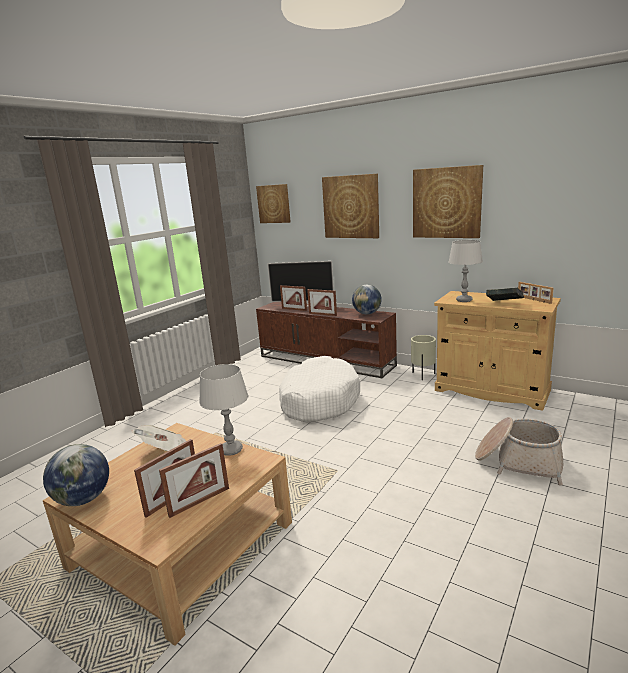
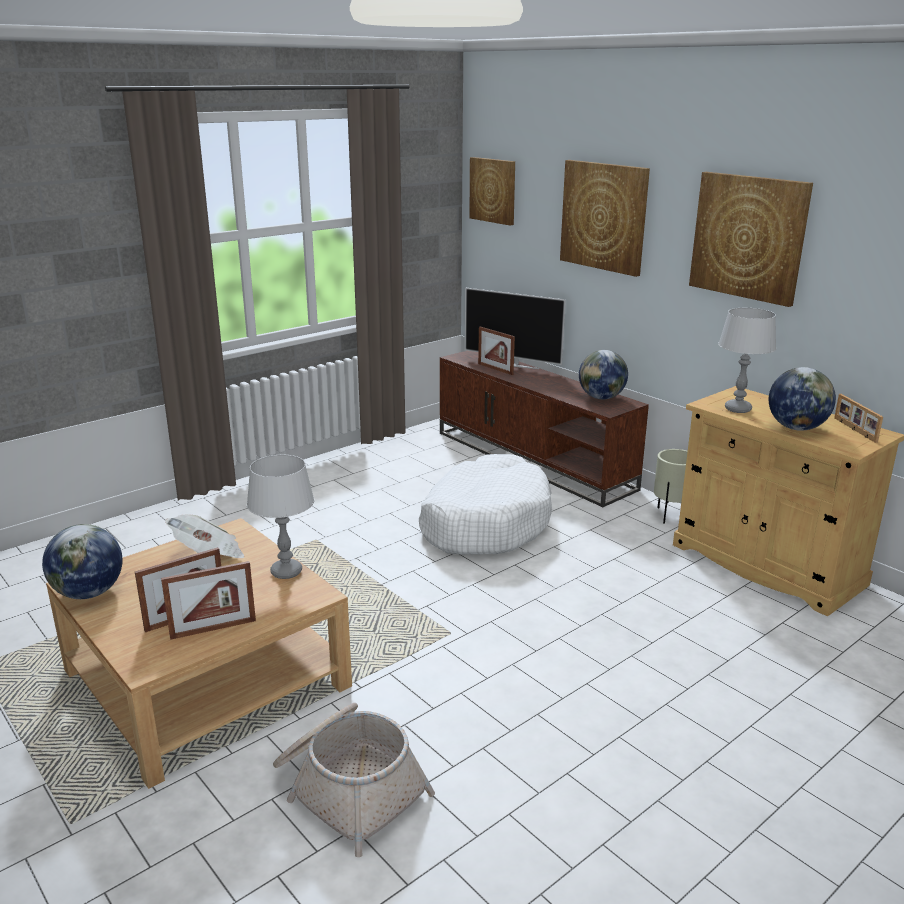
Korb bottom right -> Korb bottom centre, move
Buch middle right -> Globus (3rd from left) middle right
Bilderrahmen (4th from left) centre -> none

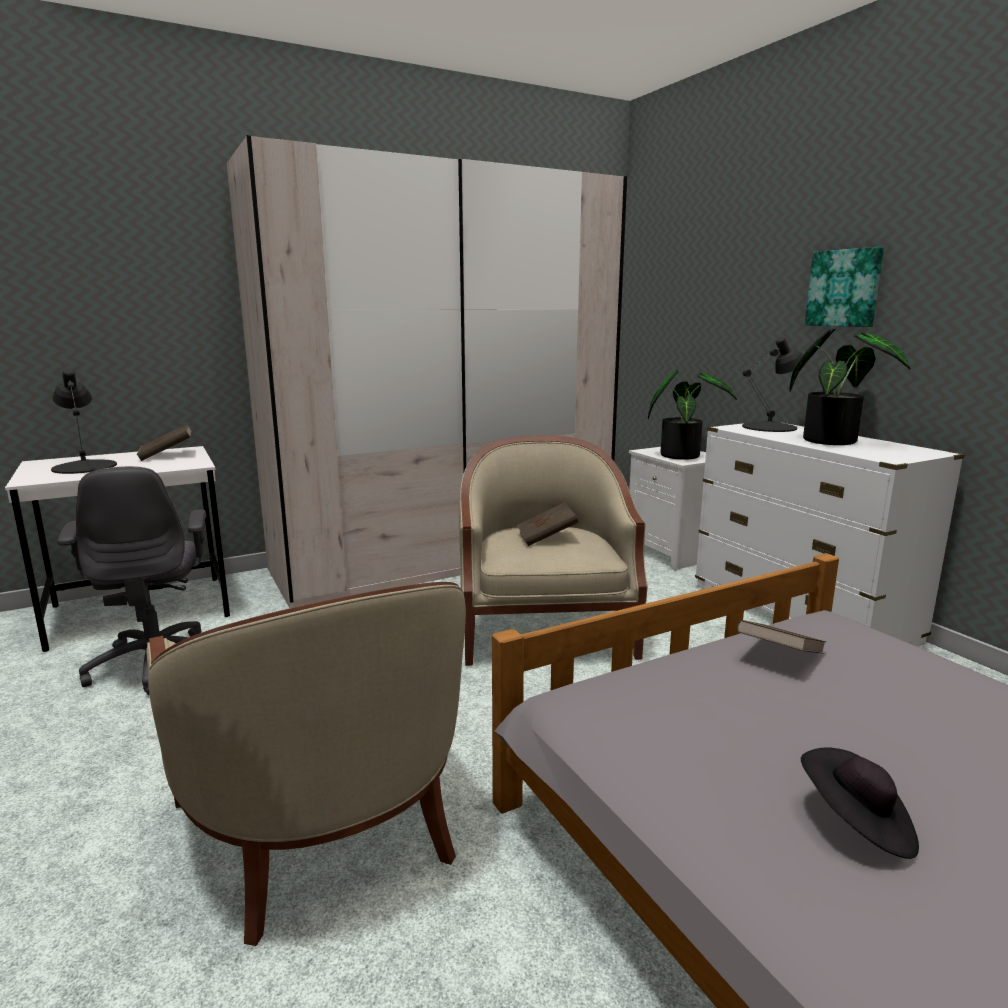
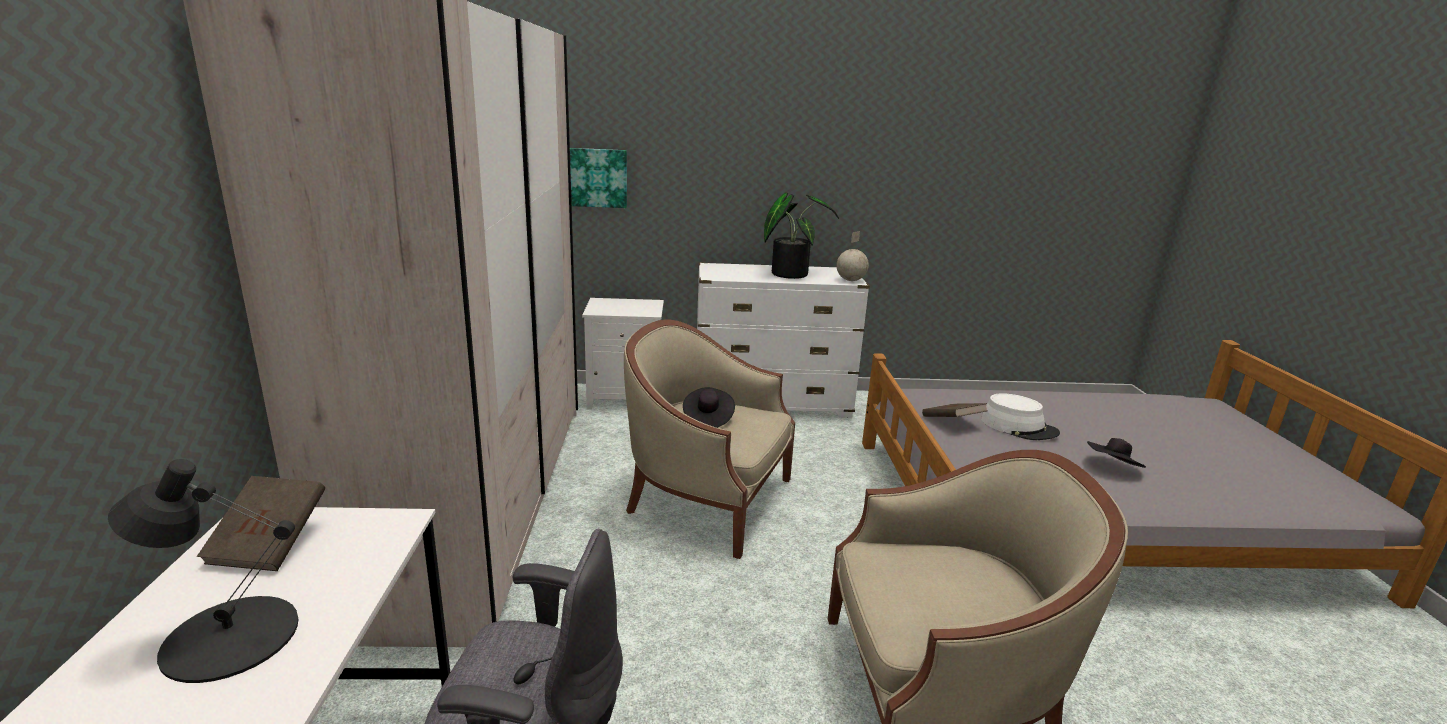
Bild top right -> Bild top centre, move
Buch/braun (2nd from left) centre -> Hut/schwarz (1st from left) centre
none -> Globus centre
none -> Hut/weiß middle right
Topfpflanze (1st from left) middle right -> none
Tischlampe/schwarz (2nd from left) middle right -> none

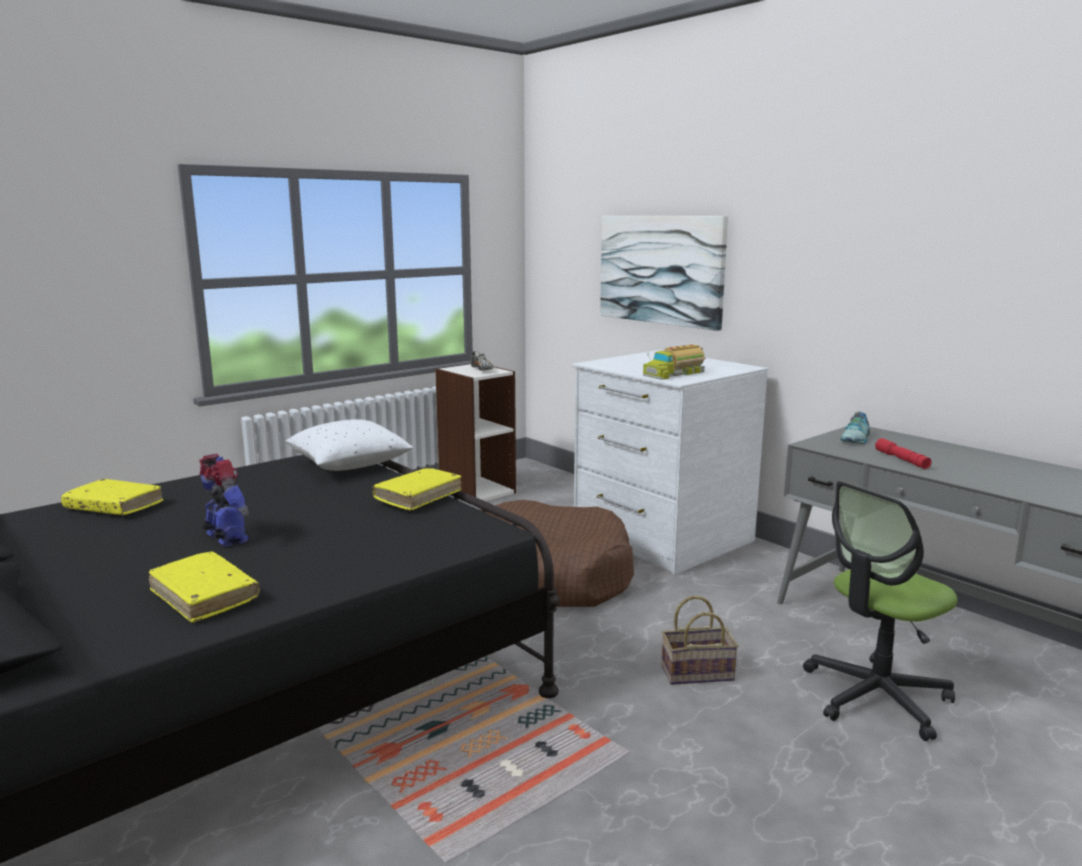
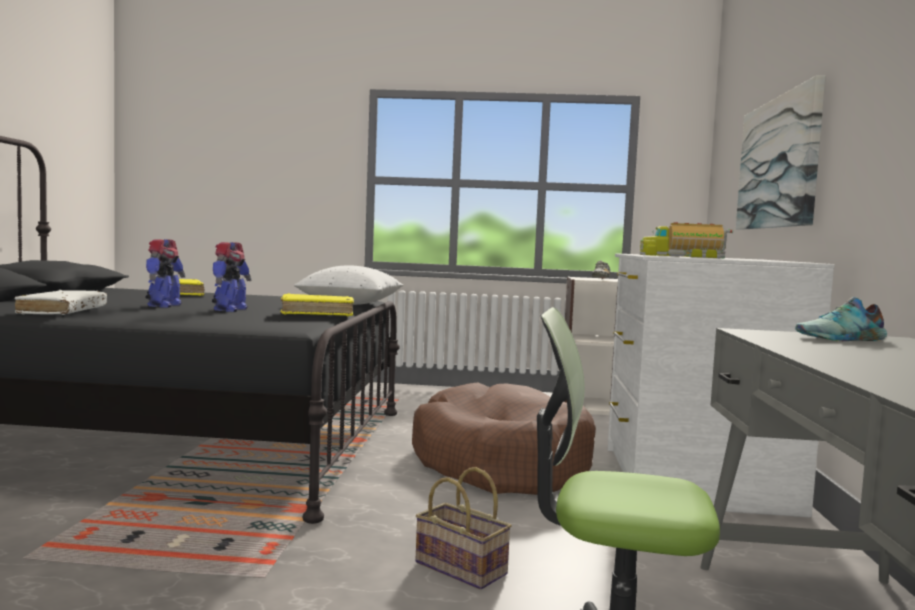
Buch/gelb (2nd from left) bottom left -> Buch/weiß middle left
none -> Spielzeugroboter (2nd from left) middle left
Taschenlampe/rot middle right -> none

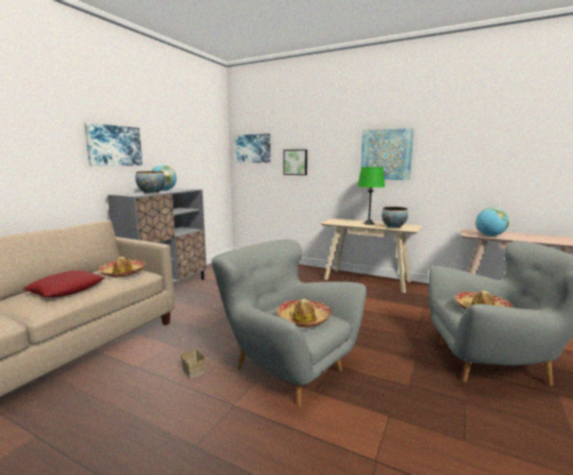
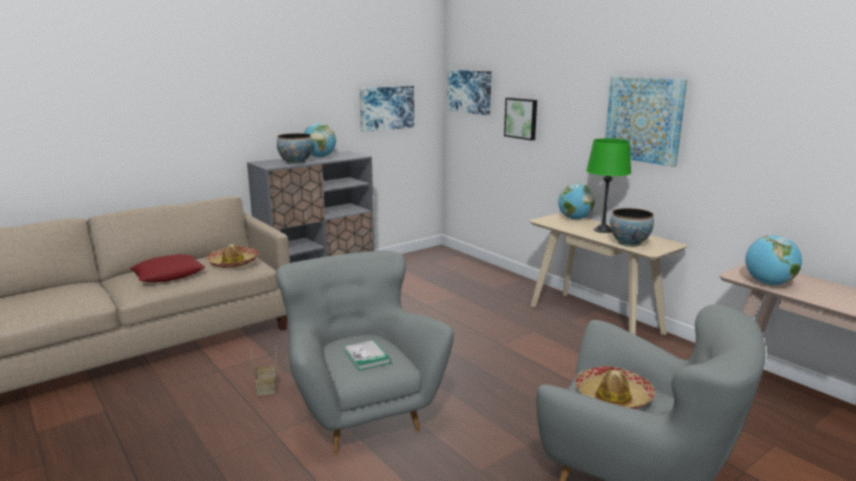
Hut (2nd from left) centre -> Buch bottom centre
Bild (1st from left) top left -> Bild (1st from left) top centre, move
none -> Globus (2nd from left) middle right

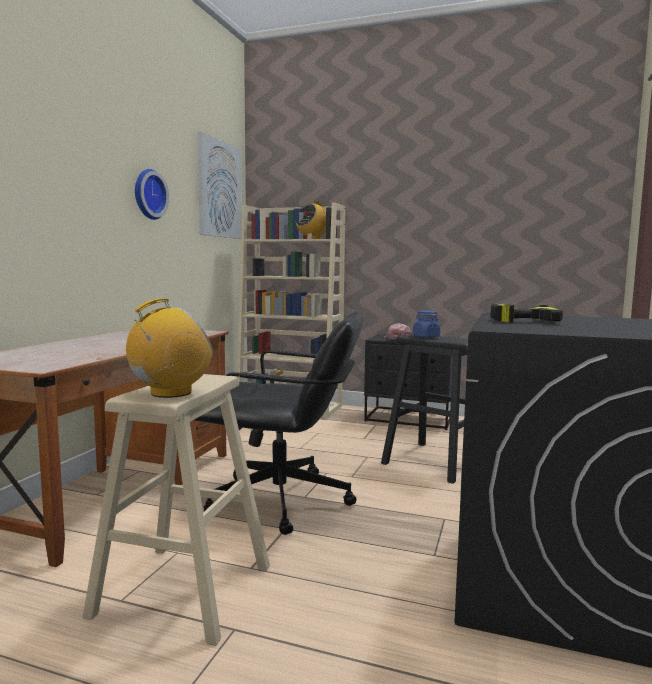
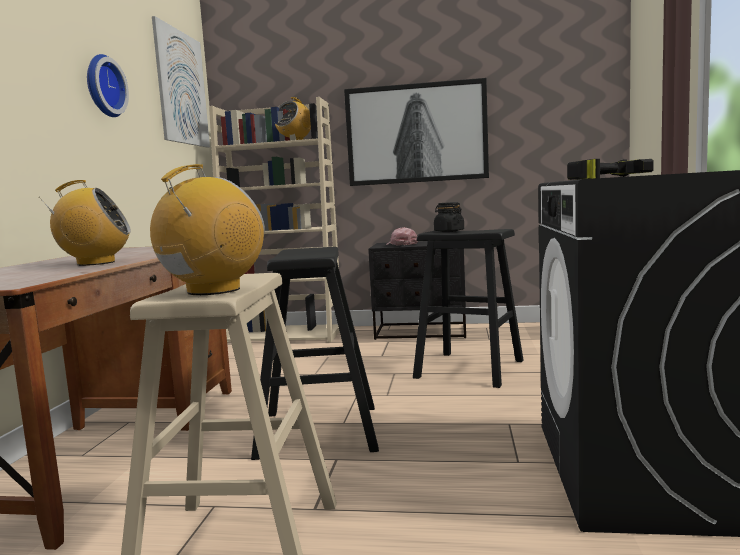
none -> Radio (1st from left) middle left
Bürostuhl/schwarz centre -> Hocker/schwarz (1st from left) centre
none -> Bild (2nd from left) top centre
Vorratsglas/blau centre -> Vorratsglas/schwarz centre

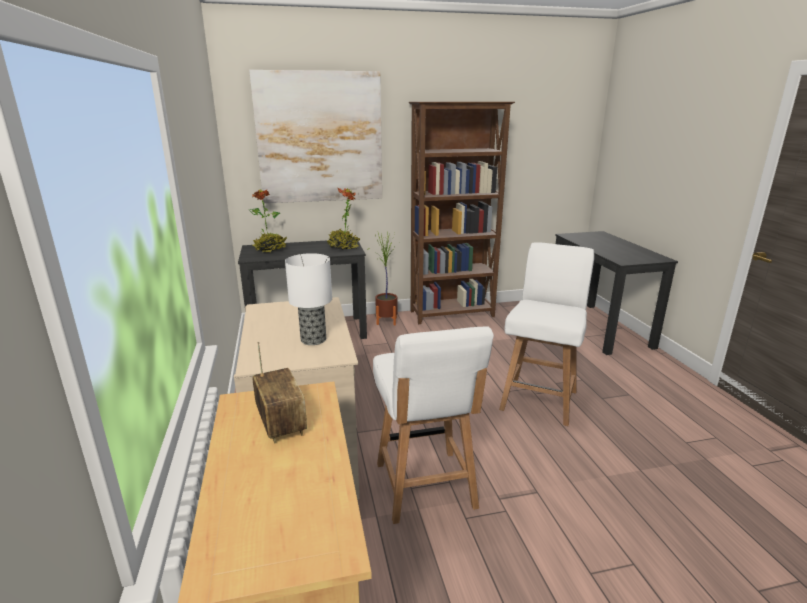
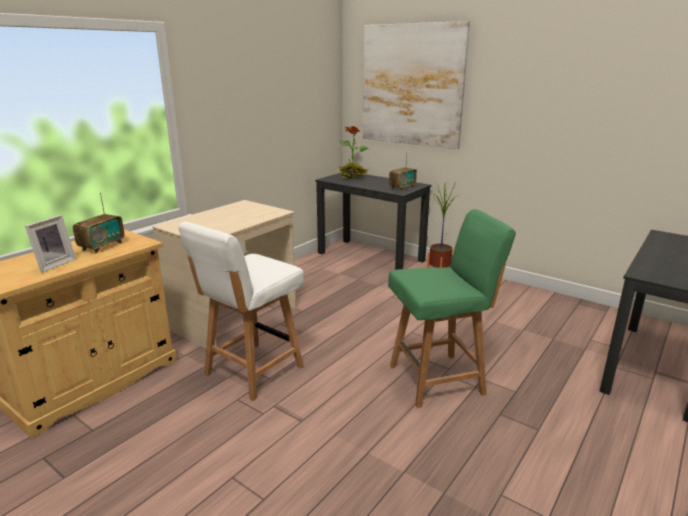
none -> Bilderrahmen middle left
Stuhl/weiß (2nd from left) middle right -> Stuhl/grün centre
Topfpflanze (2nd from left) centre -> Radio (2nd from left) centre
Tischlampe centre -> none
Bücherregal/braun centre -> none

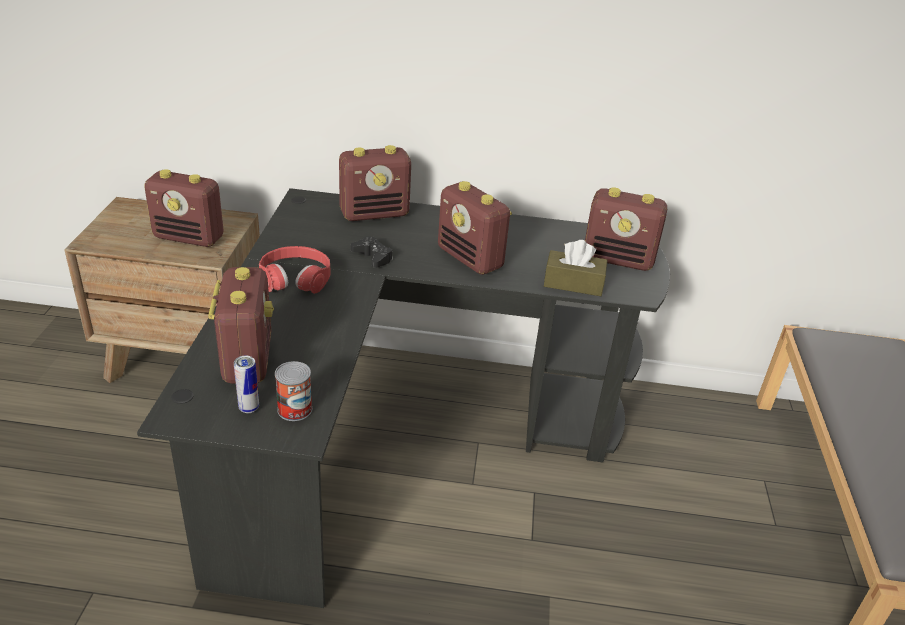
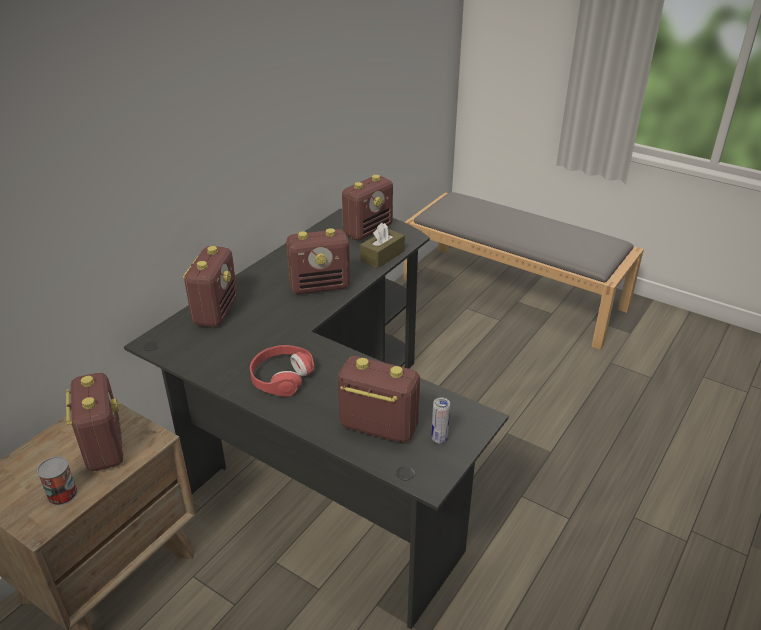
Dose (2nd from left in the first image) middle left -> Dose (1st from left) bottom left, move
Radio (1st from left) top left -> Radio (1st from left) bottom left, 60 degrees counterclockwise
Gamepad/schwarz centre -> none

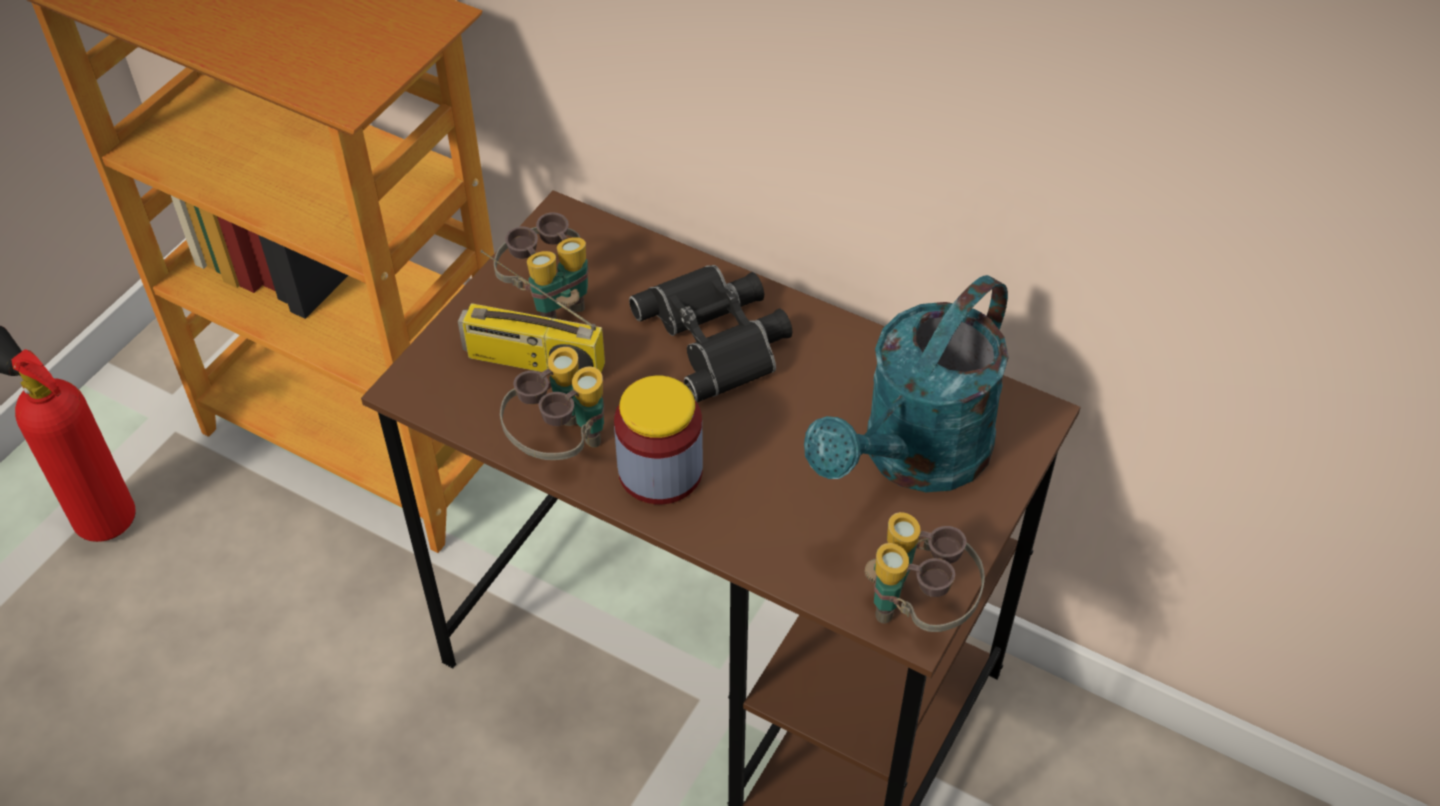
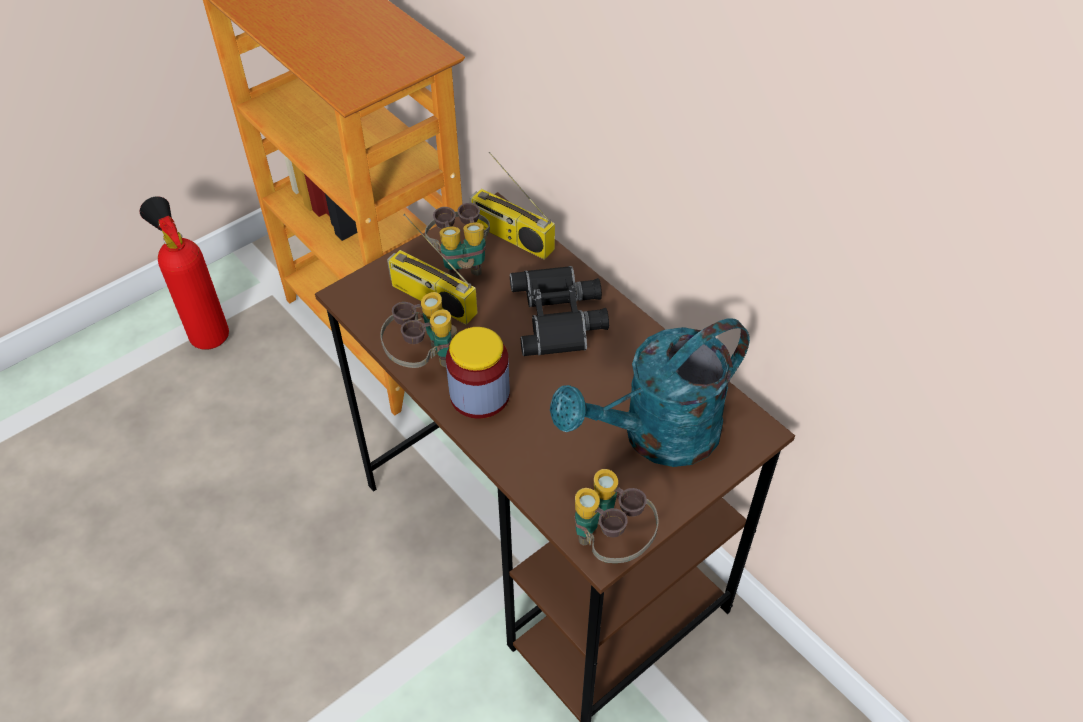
none -> Radio (2nd from left) top centre

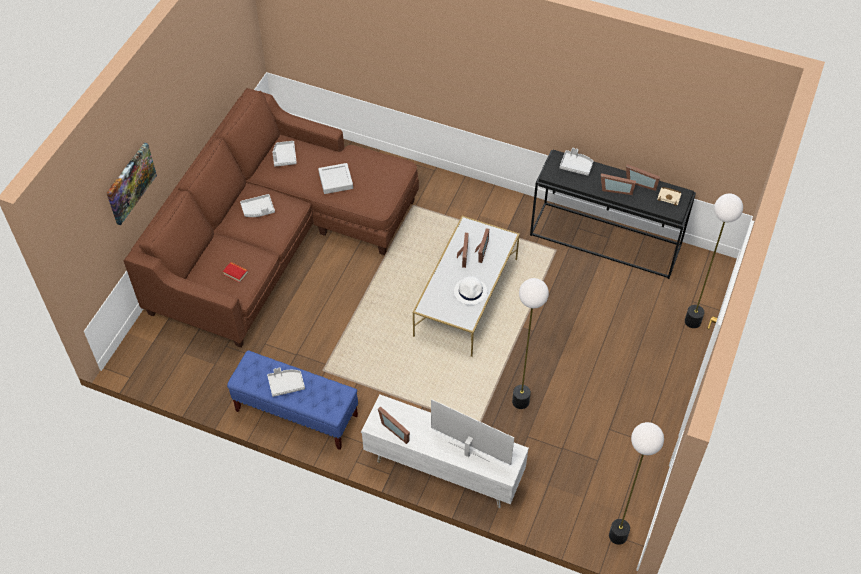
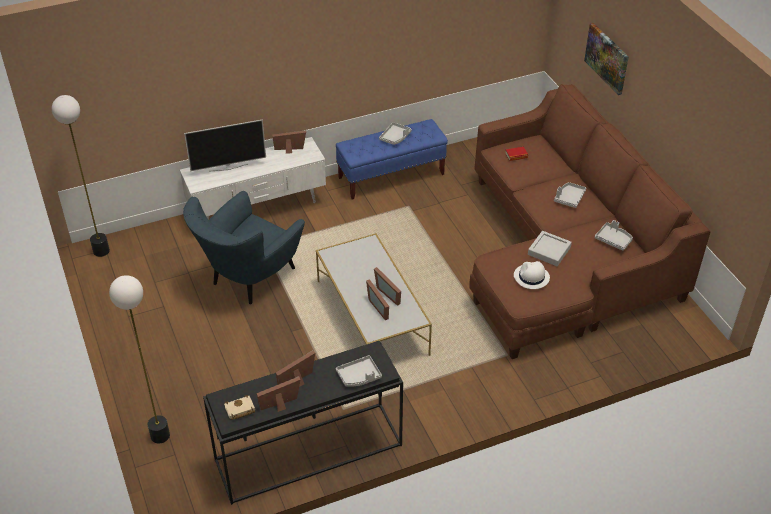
Stehlampe (1st from left) centre -> Sessel/blau middle left
Hut/weiß centre -> Hut/weiß middle right, move

